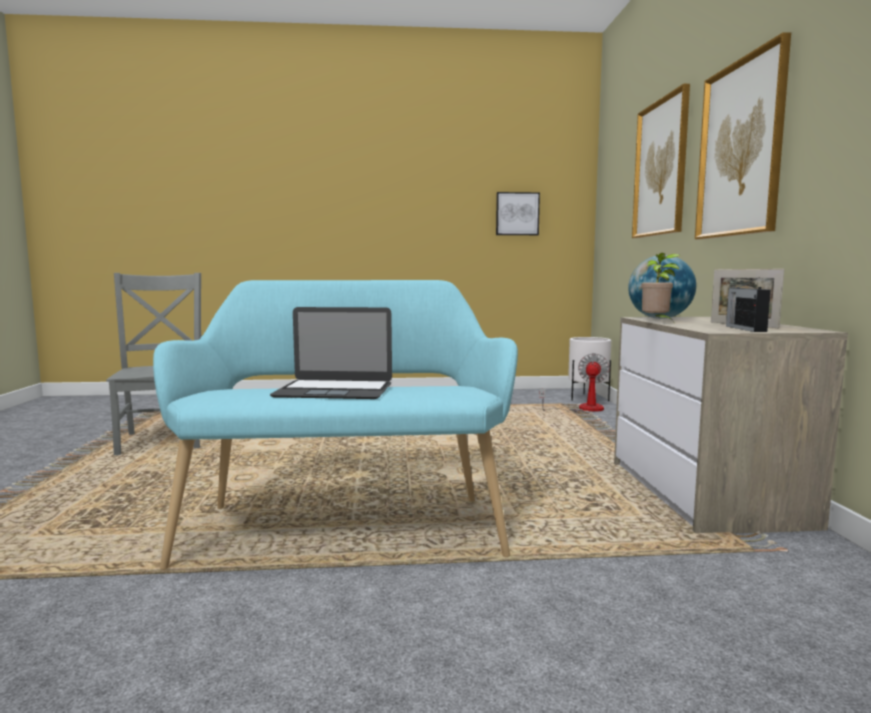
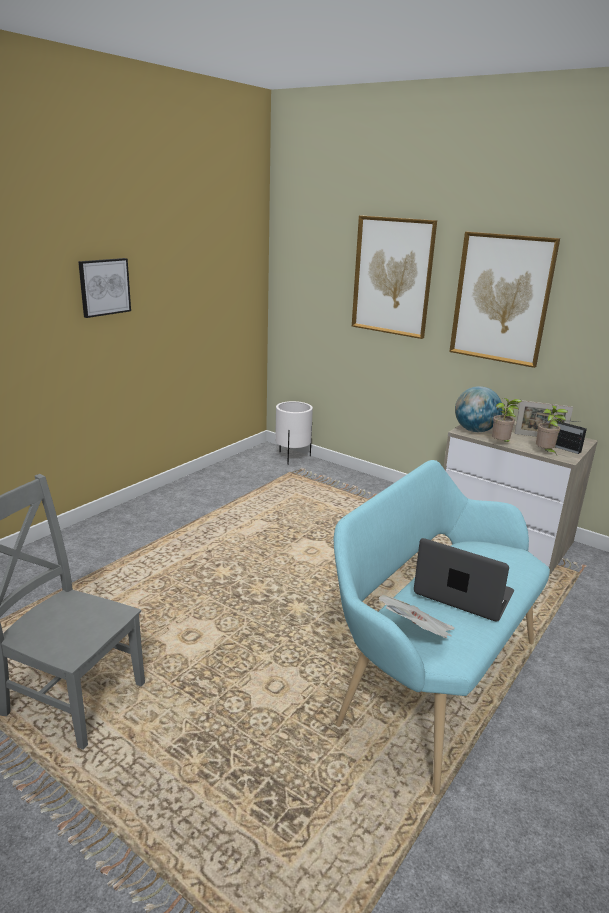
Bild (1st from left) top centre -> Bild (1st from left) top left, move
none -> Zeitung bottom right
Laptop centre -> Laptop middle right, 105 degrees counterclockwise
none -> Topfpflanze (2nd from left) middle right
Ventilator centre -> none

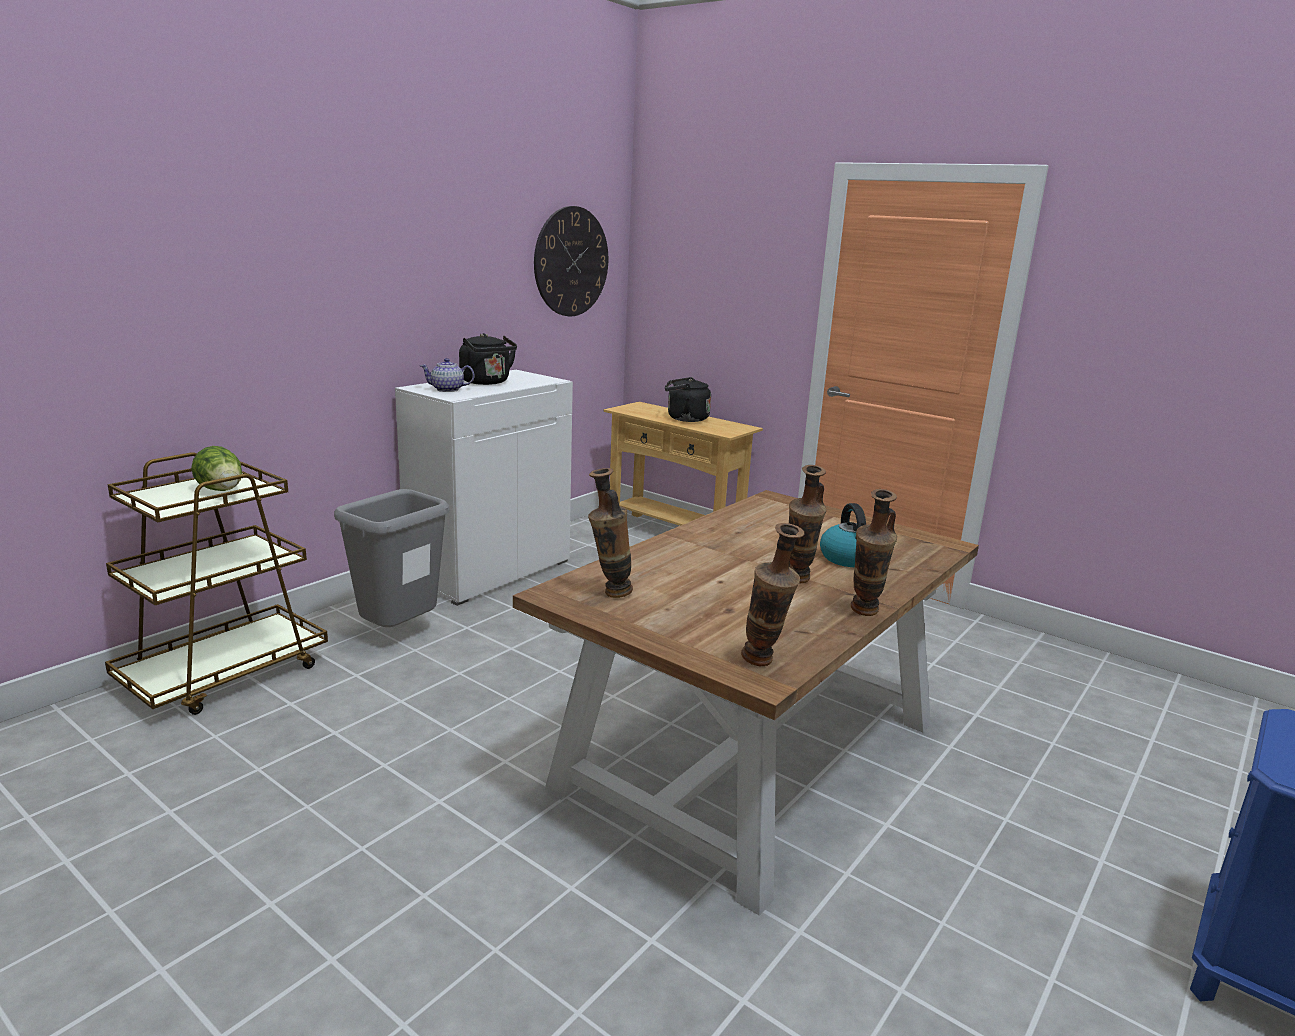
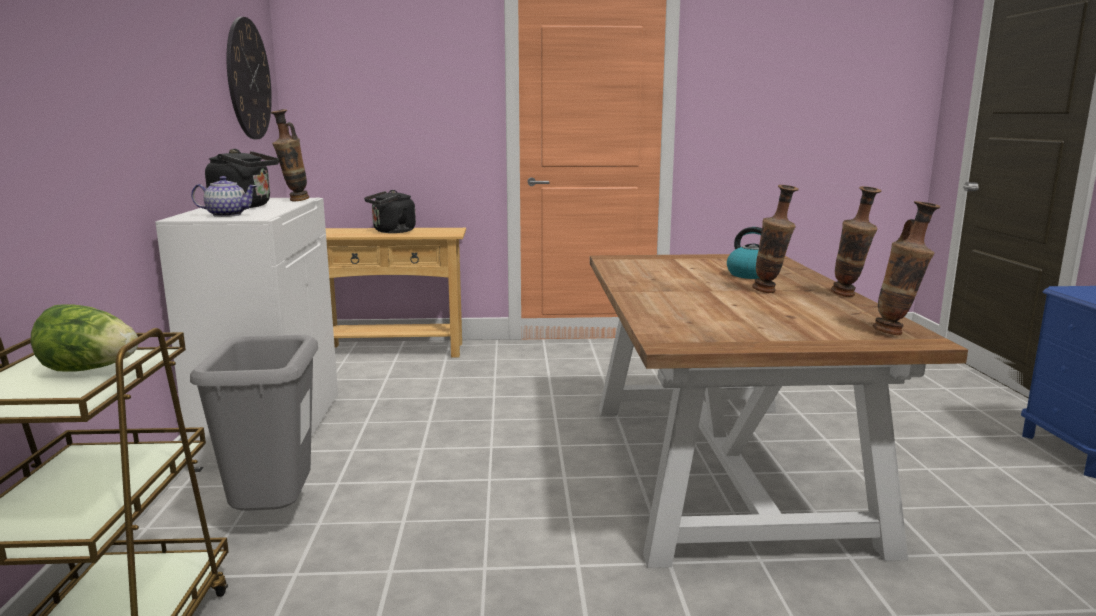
Teekanne centre -> Teekanne top left, 135 degrees counterclockwise
Vase (1st from left) centre -> Vase (1st from left) top left, move

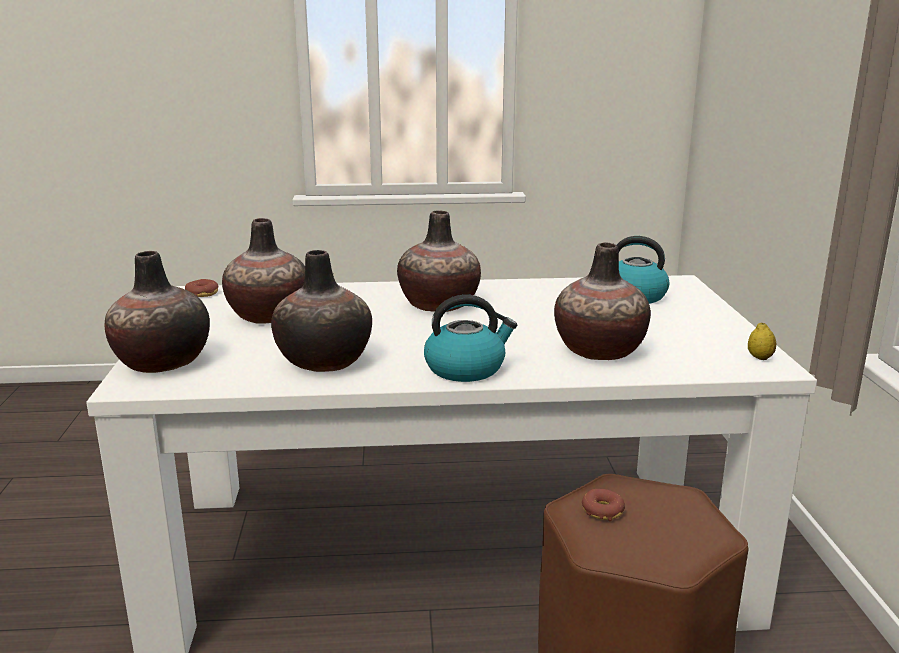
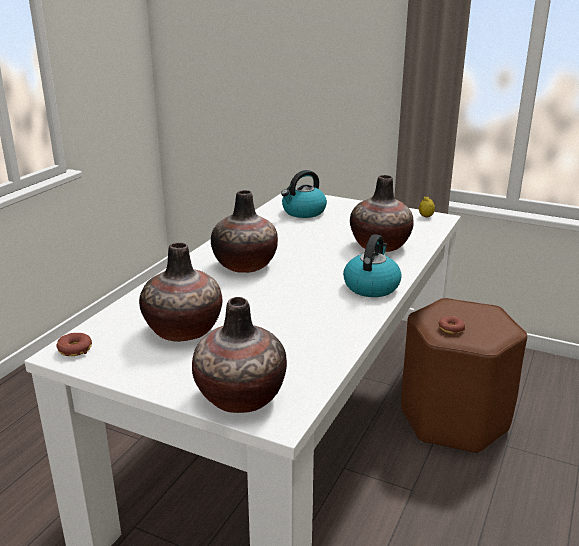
Vase (3rd from left) centre -> none

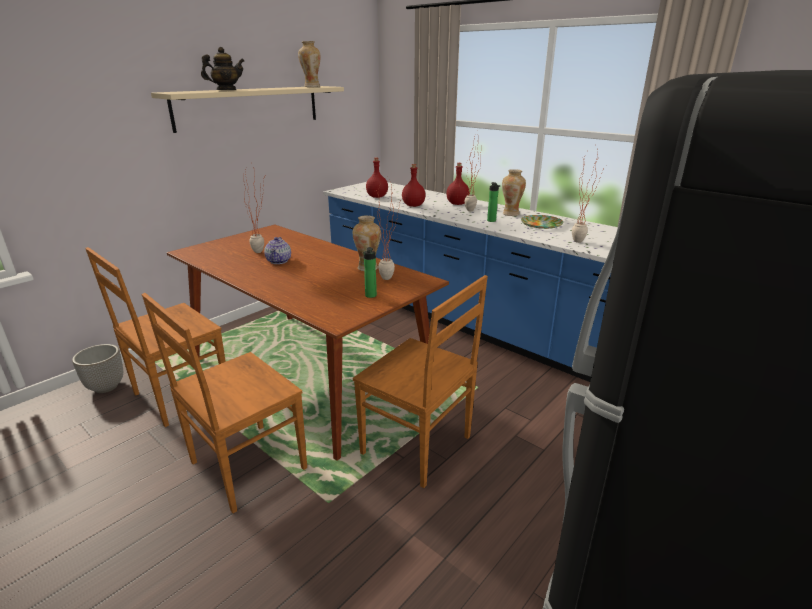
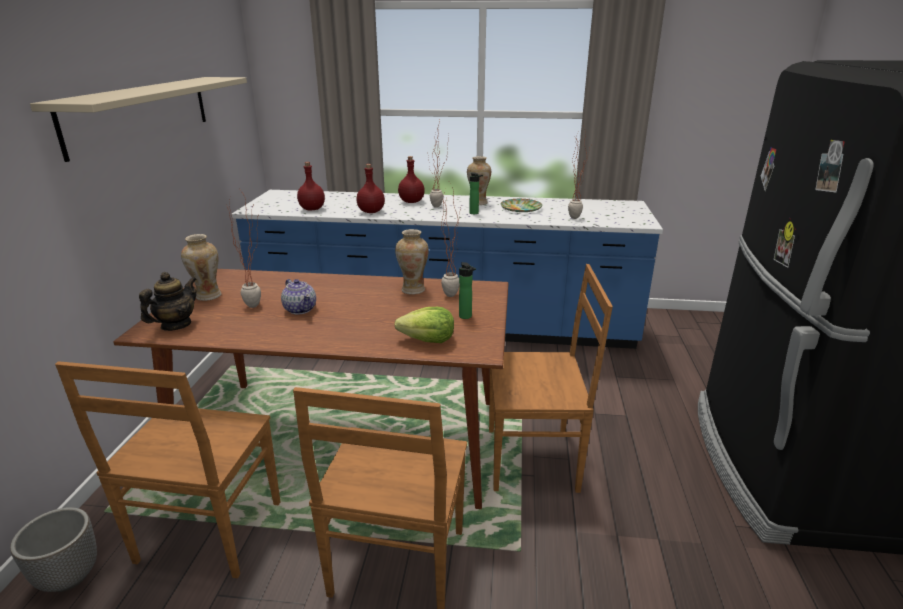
Teekanne (1st from left) top left -> Teekanne (1st from left) middle left, move
Vase (1st from left) top centre -> Vase (1st from left) middle left, move
none -> Salatkopf centre

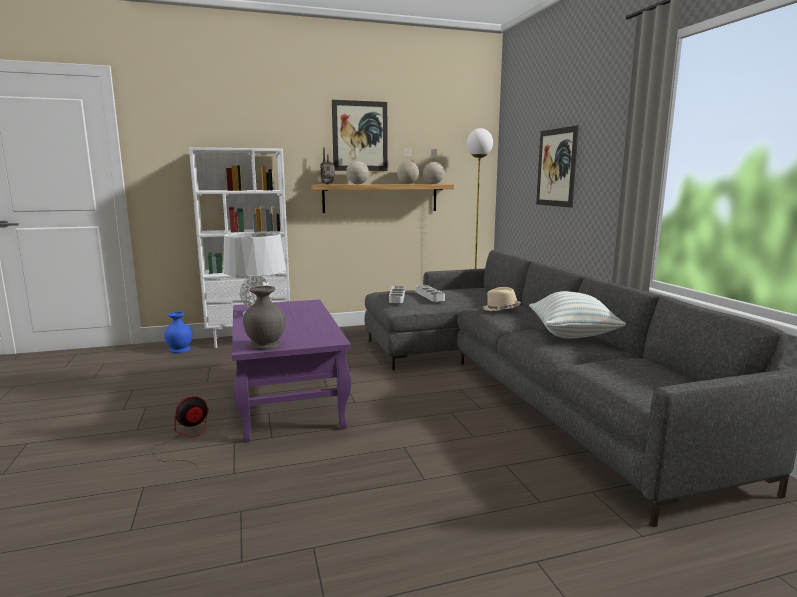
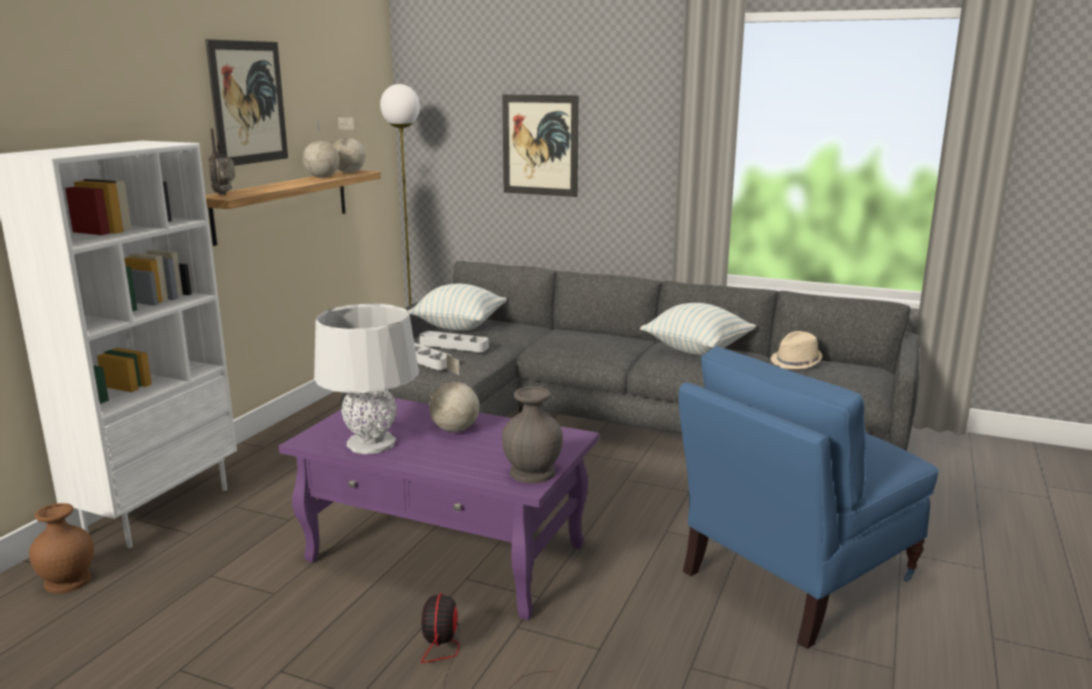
Vase/blau middle left -> Vase/braun bottom left
none -> Kissen (1st from left) centre
Globus (1st from left in the first image) top centre -> Globus (3rd from left) centre, move
none -> Sessel/blau bottom right
Hut/beige centre -> Hut/beige middle right, move

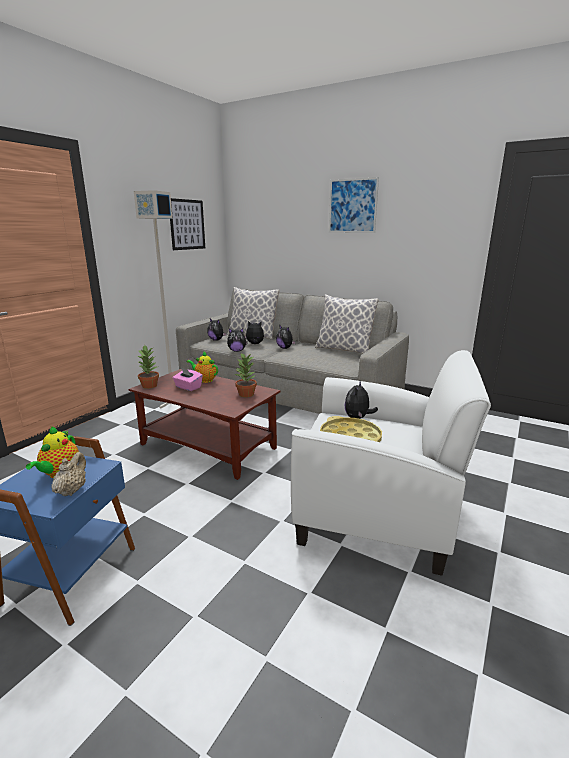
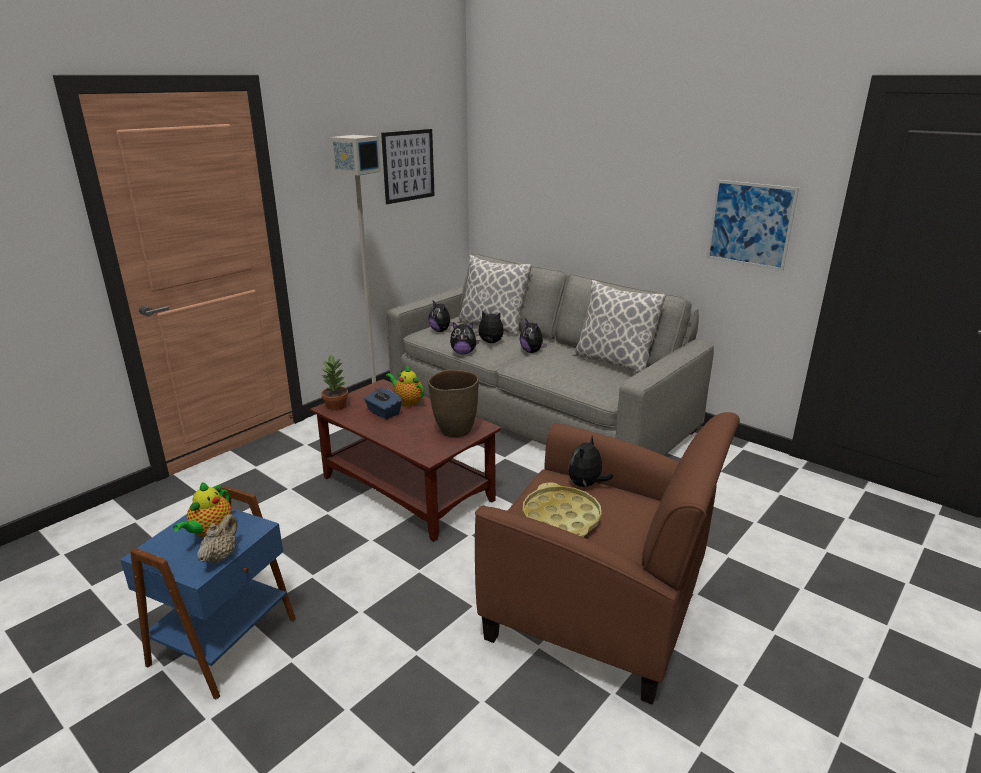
Taschentuchbox/rosa middle left -> Taschentuchbox/blau centre
Topfpflanze (2nd from left) centre -> Vase/braun centre
Sessel/weiß middle right -> Sessel/braun bottom centre
Bild (2nd from left) top centre -> Bild (2nd from left) top right, move

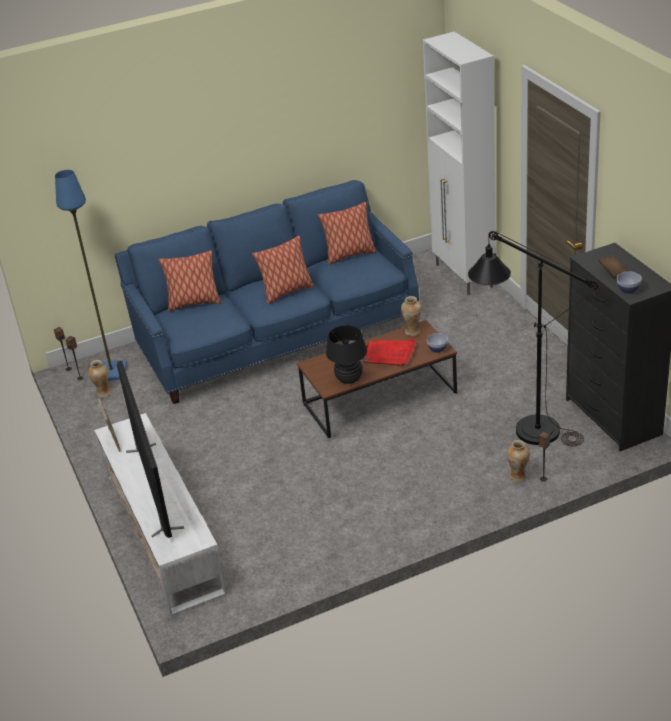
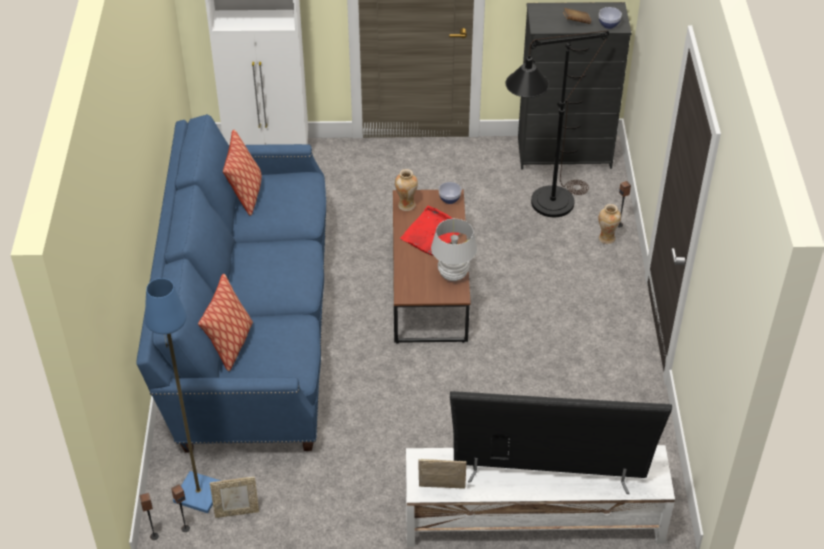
Vase (1st from left) middle left -> Bilderrahmen (1st from left) bottom left
Tischlampe/schwarz centre -> Tischlampe/weiß centre
Kissen (2nd from left) centre -> none

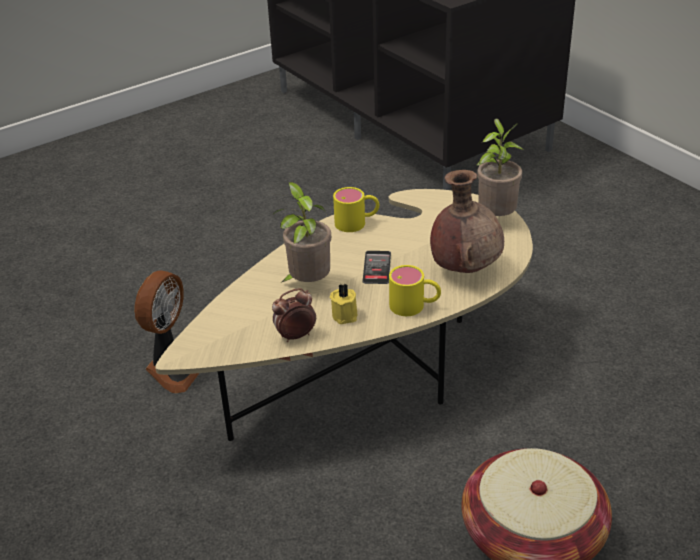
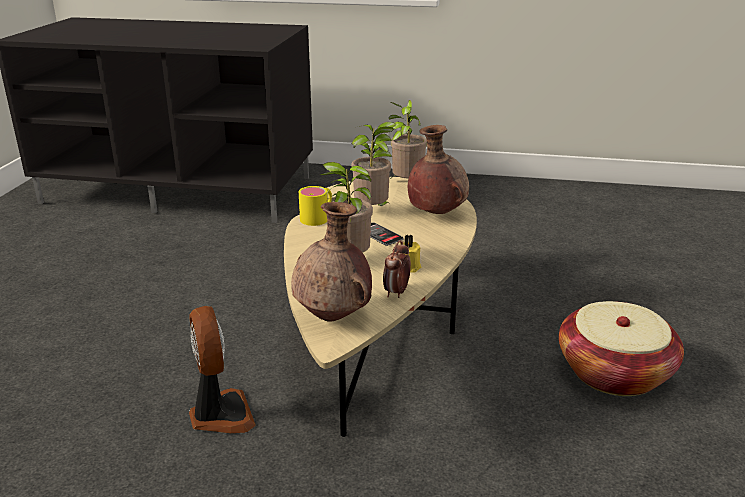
none -> Vase/braun (1st from left) centre
none -> Topfpflanze (2nd from left) top centre
Henkelbecher/gelb (2nd from left) centre -> none

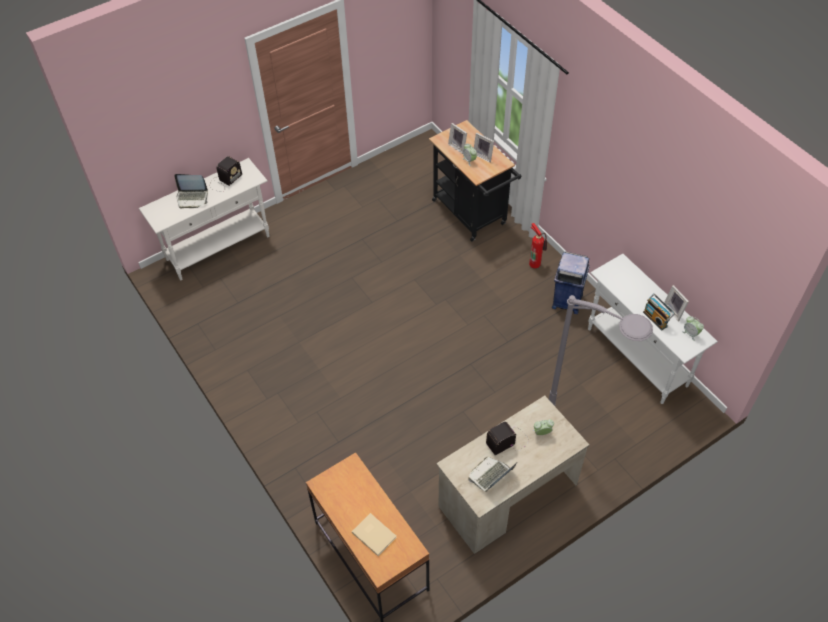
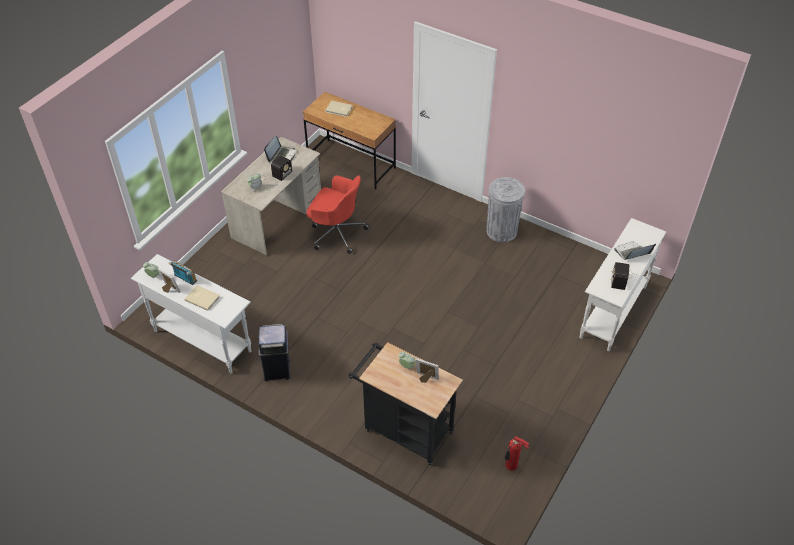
none -> Buch/beige (1st from left) middle left
none -> Bürostuhl/rot centre
none -> Mülleimer/grau centre
Feuerlöscher centre -> Feuerlöscher bottom centre, move
Bilderrahmen (2nd from left) top centre -> none
Stehlampe/grau middle right -> none

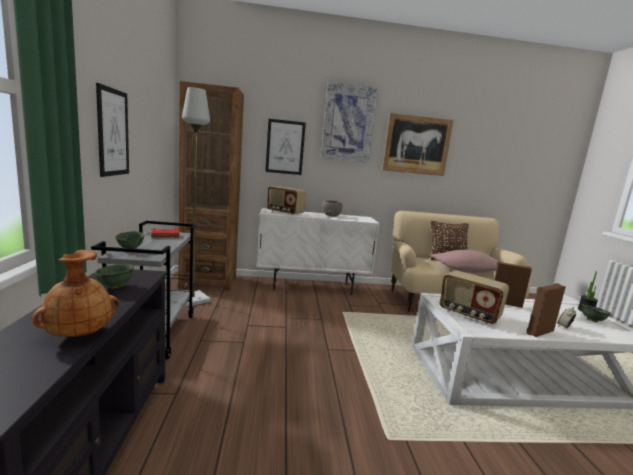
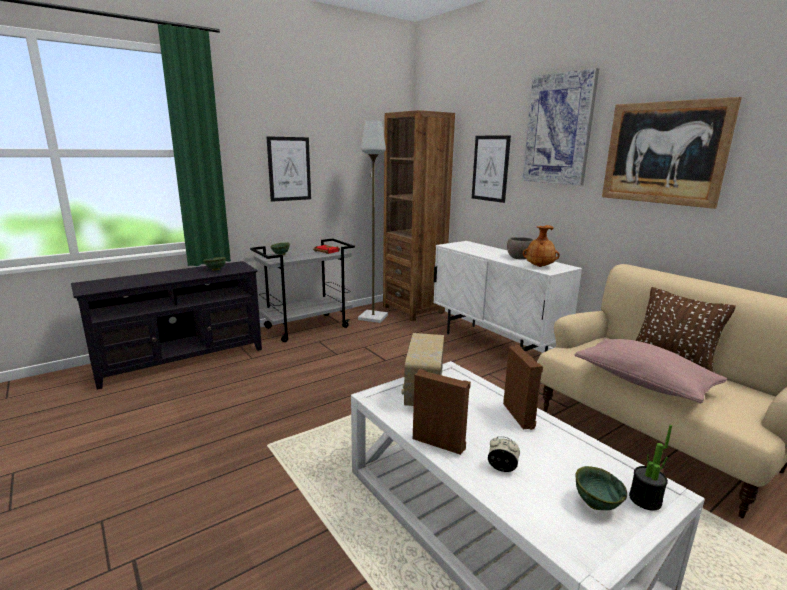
Vase/braun middle left -> Vase/braun middle right, move
Radio (1st from left) centre -> none

